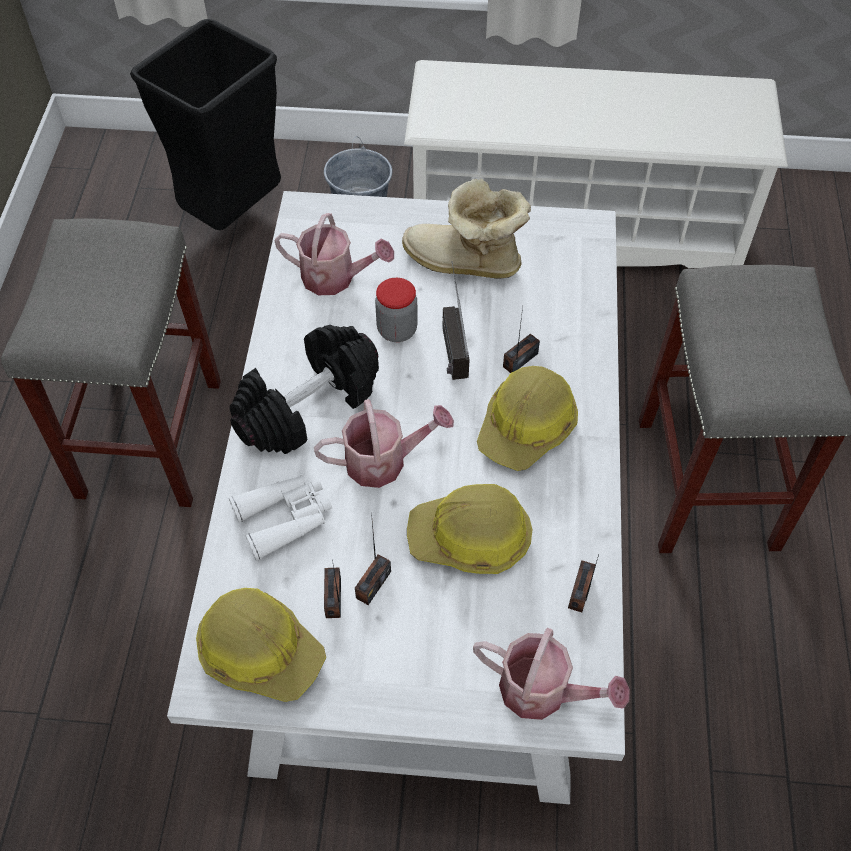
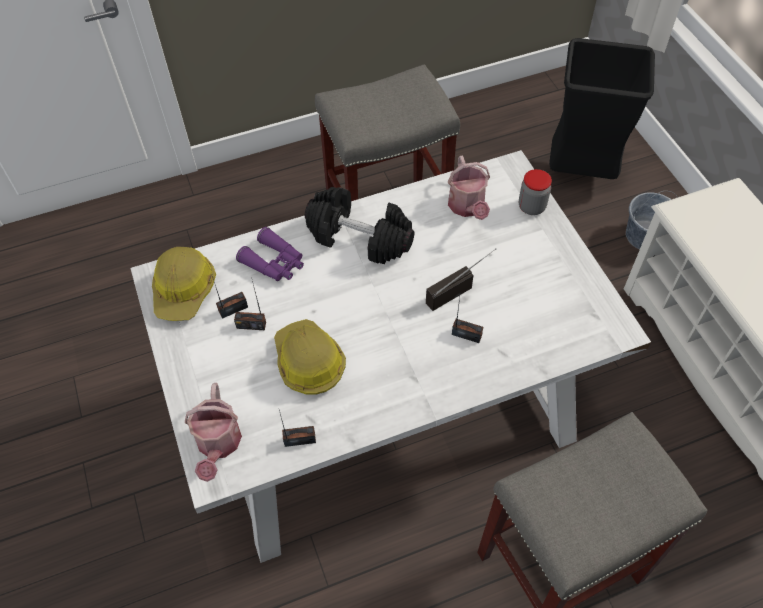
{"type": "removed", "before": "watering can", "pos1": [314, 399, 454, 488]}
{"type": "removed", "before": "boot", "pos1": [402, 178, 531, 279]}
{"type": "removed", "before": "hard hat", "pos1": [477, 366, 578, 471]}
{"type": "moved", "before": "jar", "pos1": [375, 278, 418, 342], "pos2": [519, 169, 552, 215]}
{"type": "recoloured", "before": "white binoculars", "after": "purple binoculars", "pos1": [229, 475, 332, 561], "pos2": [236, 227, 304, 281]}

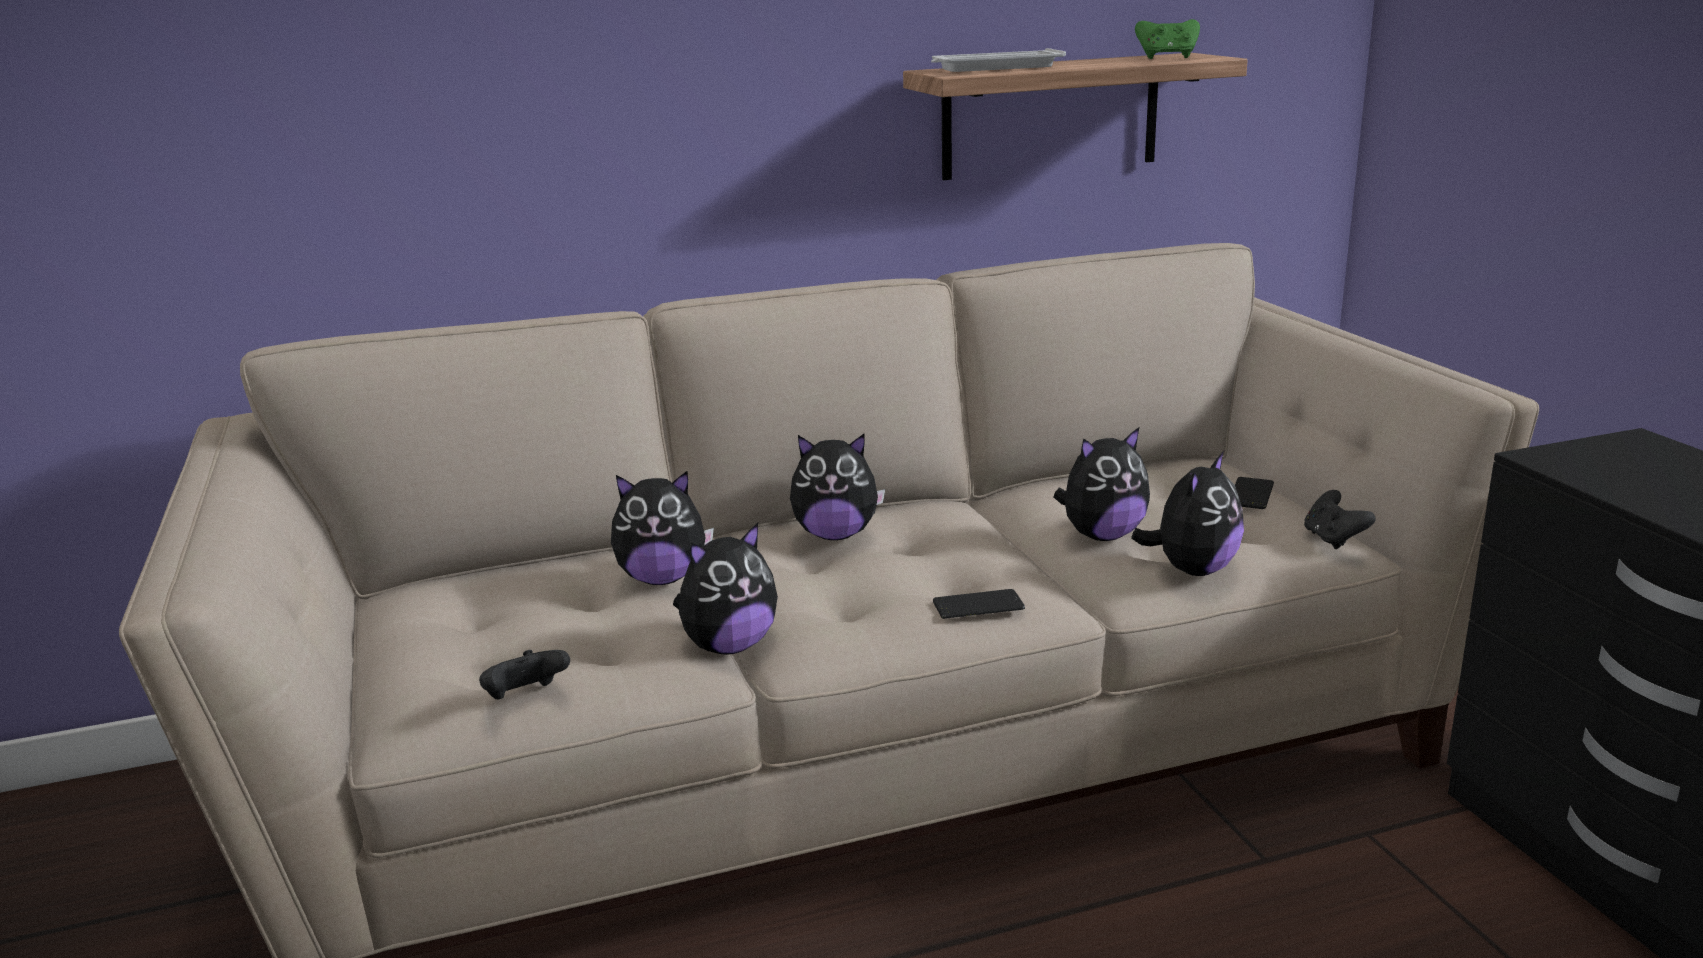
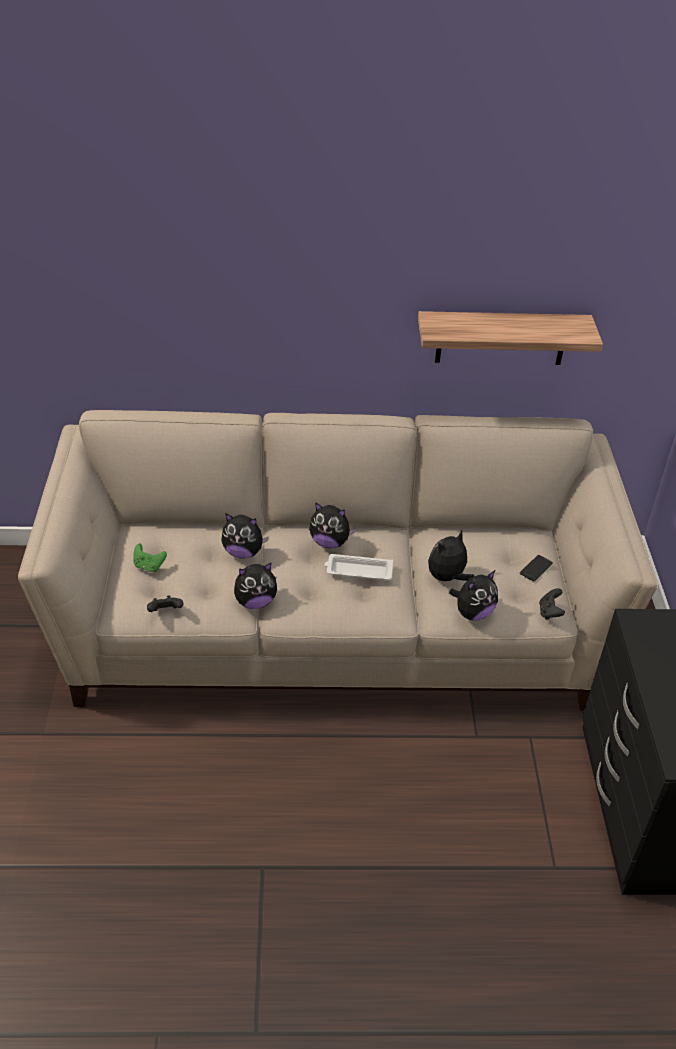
{"type": "removed", "before": "phone", "pos1": [933, 589, 1025, 619]}
{"type": "moved", "before": "white tray", "pos1": [931, 48, 1066, 72], "pos2": [325, 554, 394, 580]}
{"type": "moved", "before": "green game controller", "pos1": [1135, 19, 1200, 59], "pos2": [133, 544, 167, 572]}
{"type": "turned", "before": "plush toy", "pos1": [1054, 427, 1150, 541], "pos2": [428, 531, 474, 581], "turn": 150}

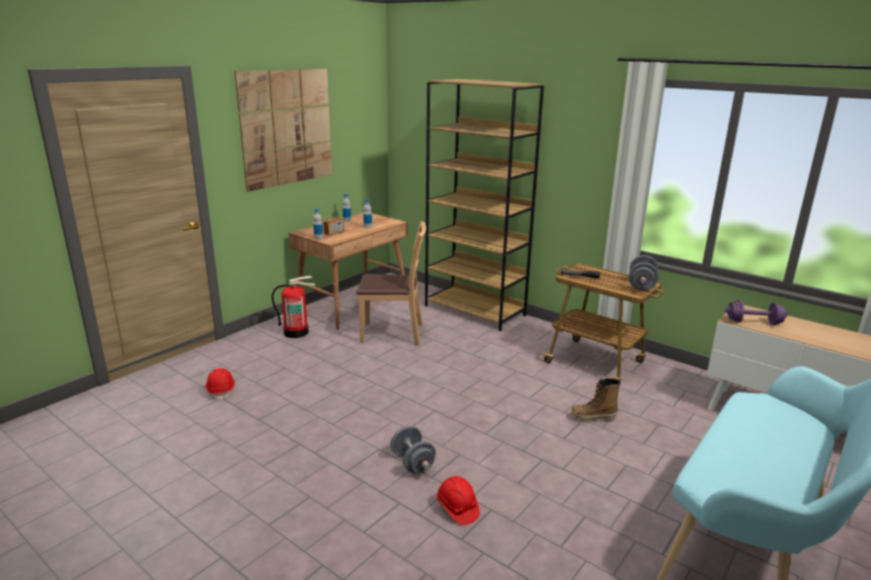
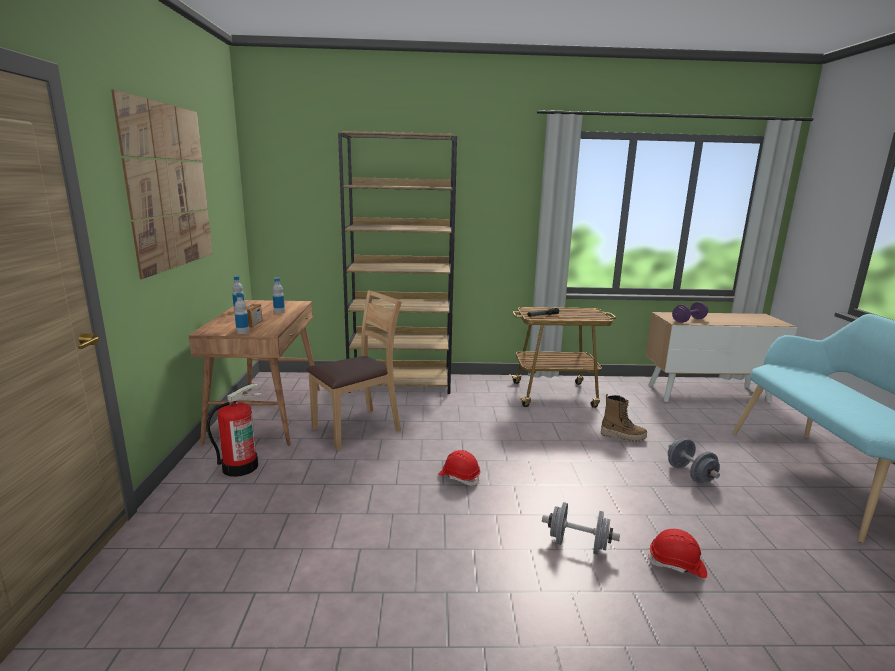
{"type": "moved", "before": "red hard hat", "pos1": [205, 368, 235, 401], "pos2": [438, 450, 481, 486]}
{"type": "moved", "before": "grey dumbbell", "pos1": [629, 255, 659, 290], "pos2": [668, 438, 720, 483]}
{"type": "turned", "before": "boot", "pos1": [571, 378, 621, 422], "pos2": [601, 394, 647, 442], "turn": -120}

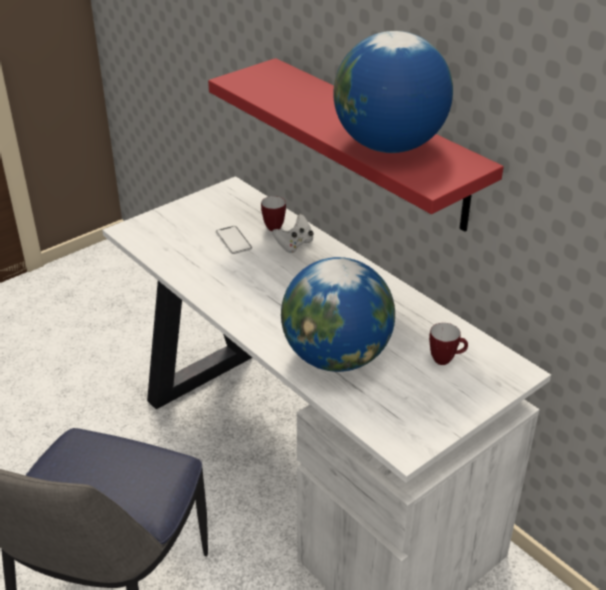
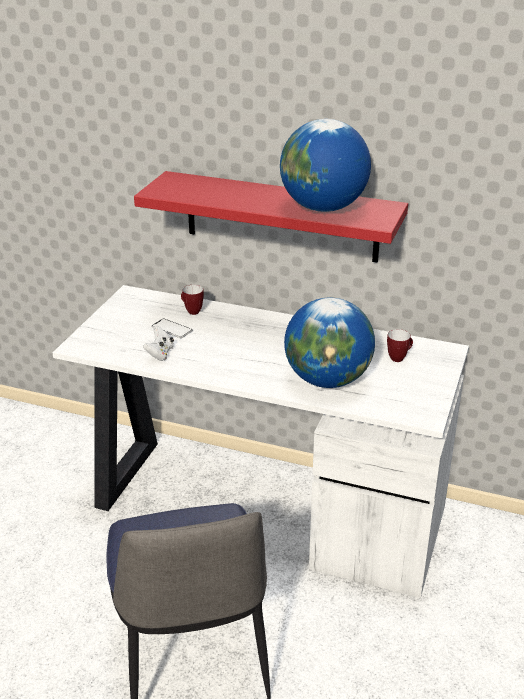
{"type": "moved", "before": "white game controller", "pos1": [272, 214, 313, 253], "pos2": [143, 326, 174, 361]}

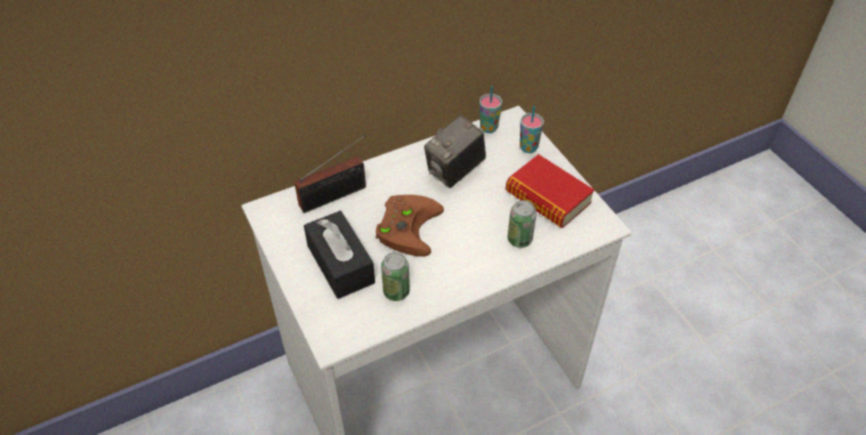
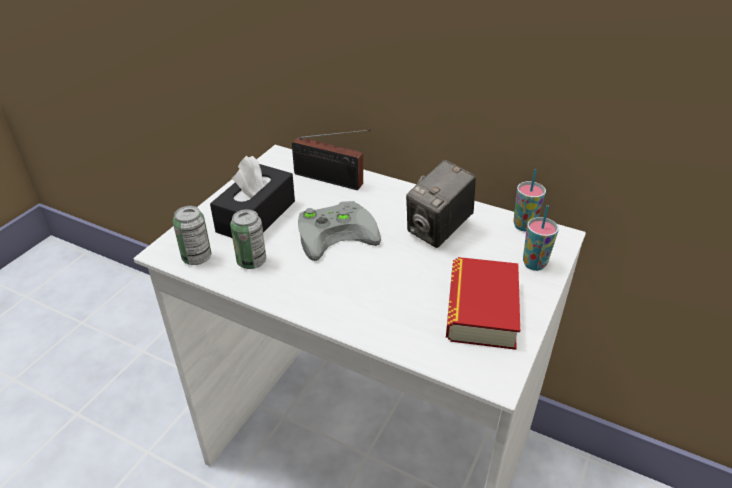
{"type": "moved", "before": "can", "pos1": [508, 200, 537, 248], "pos2": [173, 206, 211, 265]}
{"type": "recoloured", "before": "brown game controller", "after": "grey game controller", "pos1": [376, 195, 444, 257], "pos2": [298, 201, 381, 261]}
{"type": "turned", "before": "photo camera", "pos1": [424, 115, 486, 188], "pos2": [406, 160, 476, 248], "turn": -60}

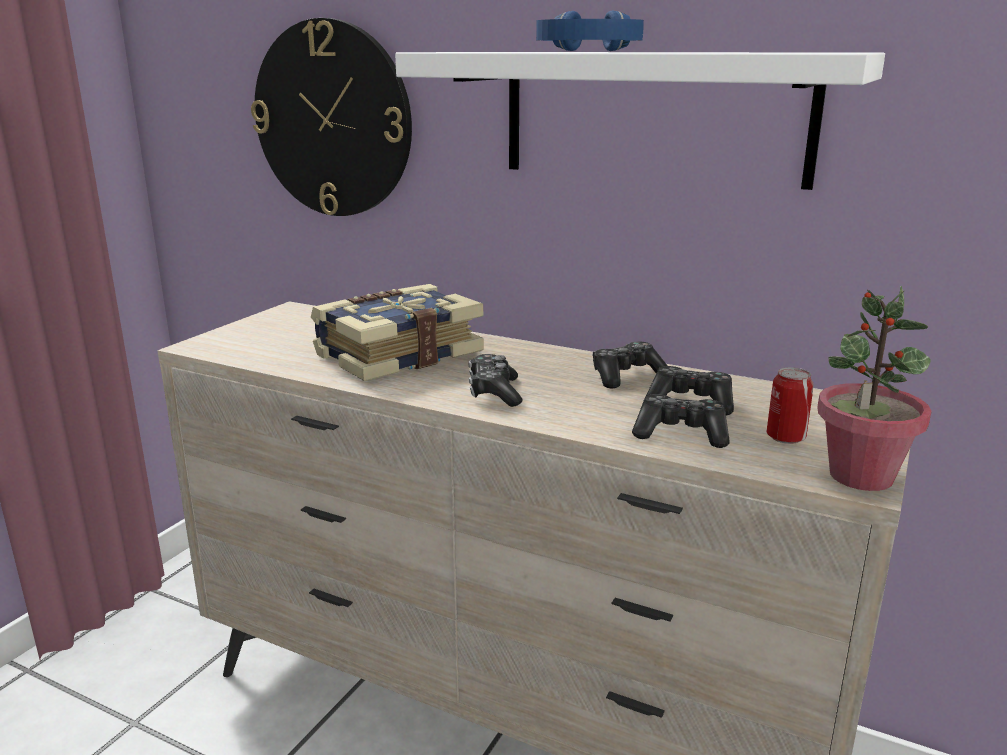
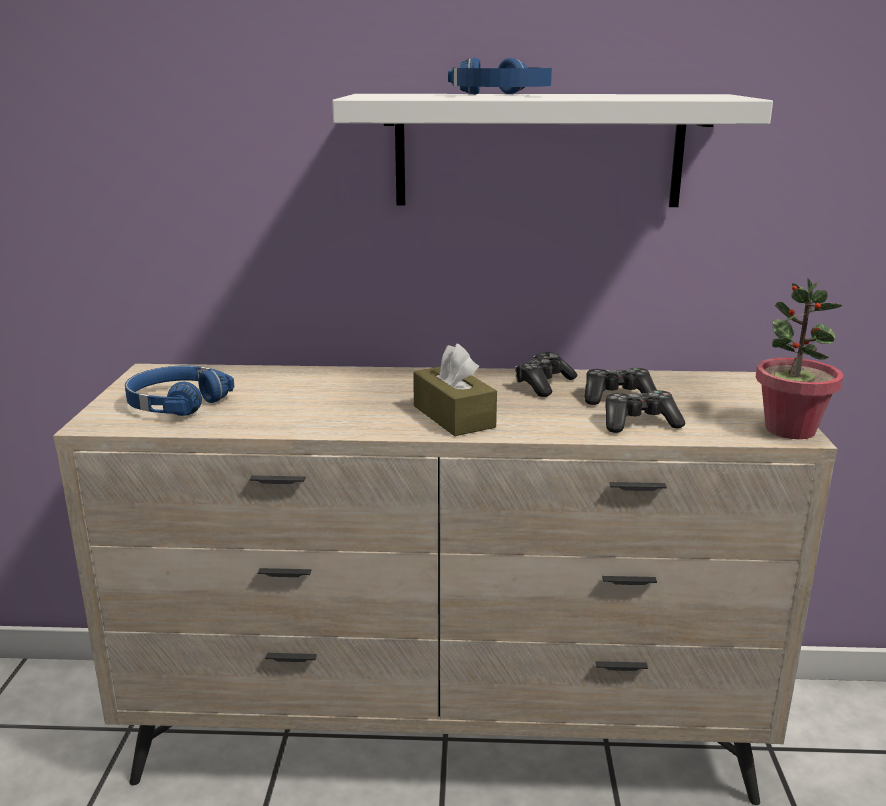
{"type": "removed", "before": "wall clock", "pos1": [251, 18, 412, 216]}
{"type": "removed", "before": "book", "pos1": [311, 284, 484, 381]}
{"type": "removed", "before": "can", "pos1": [767, 367, 814, 444]}
{"type": "added", "after": "blue headphones", "pos2": [125, 365, 234, 416]}
{"type": "replaced", "before": "game controller", "after": "brown tissue box", "pos1": [468, 354, 522, 407], "pos2": [413, 343, 497, 436]}

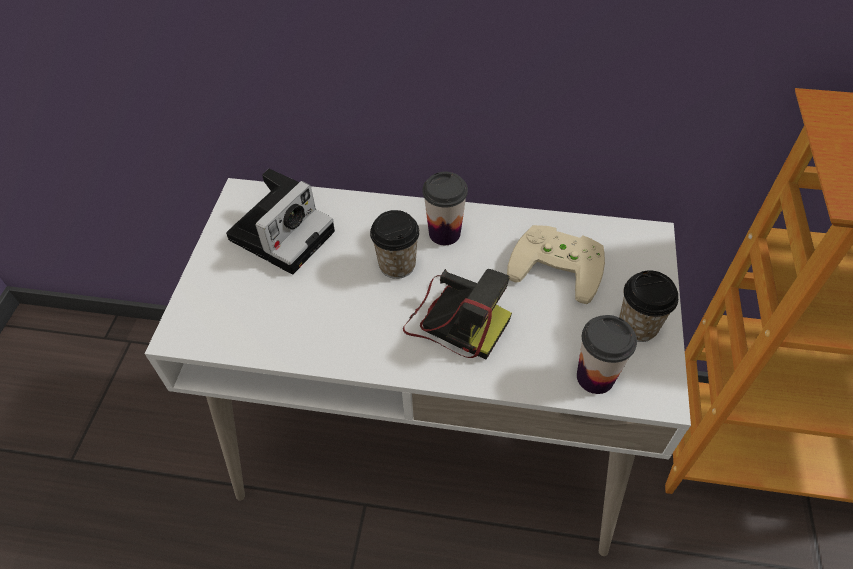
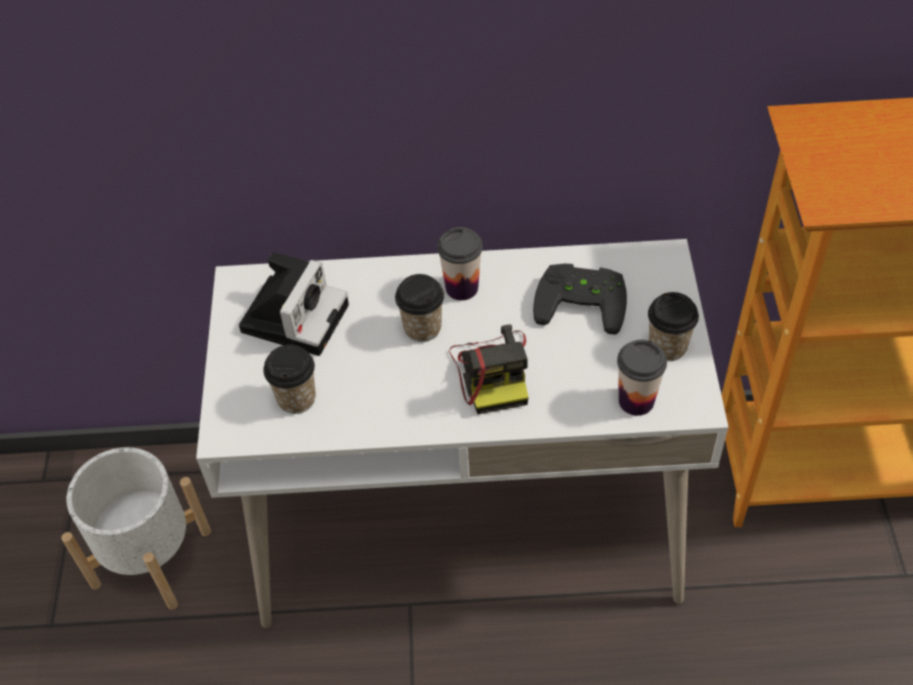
{"type": "added", "after": "white planter", "pos2": [61, 447, 211, 610]}
{"type": "added", "after": "cup", "pos2": [263, 345, 316, 414]}
{"type": "recoloured", "before": "beige game controller", "after": "black game controller", "pos1": [507, 225, 605, 304], "pos2": [533, 264, 627, 335]}
{"type": "turned", "before": "photo camera", "pos1": [403, 269, 512, 359], "pos2": [449, 324, 529, 415], "turn": 60}

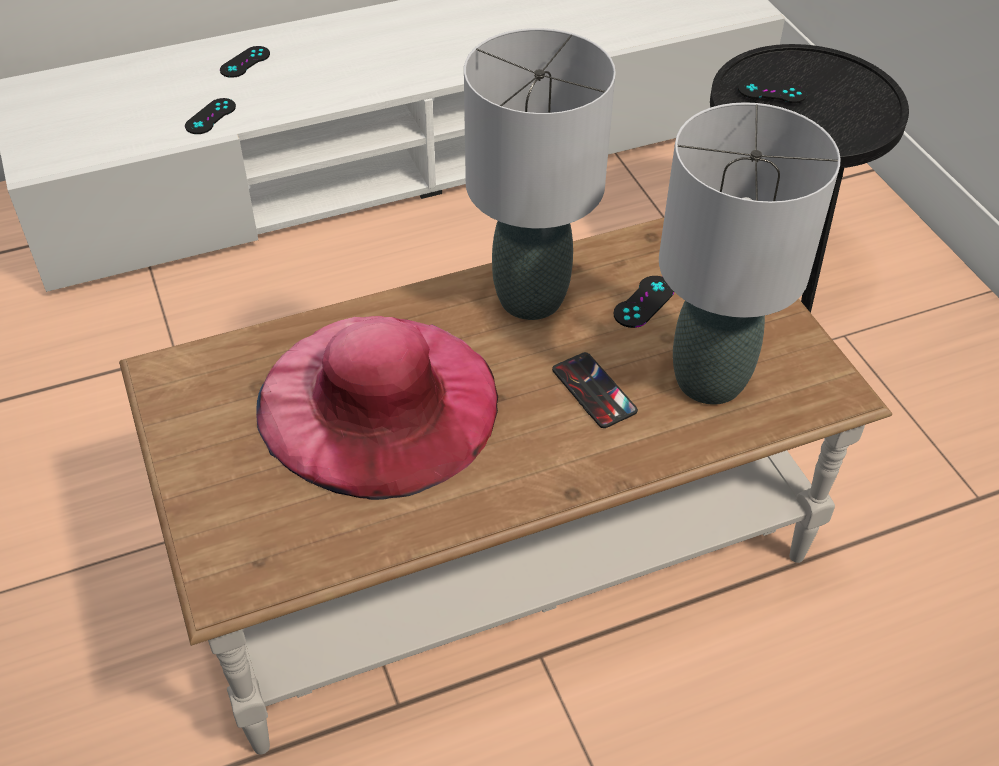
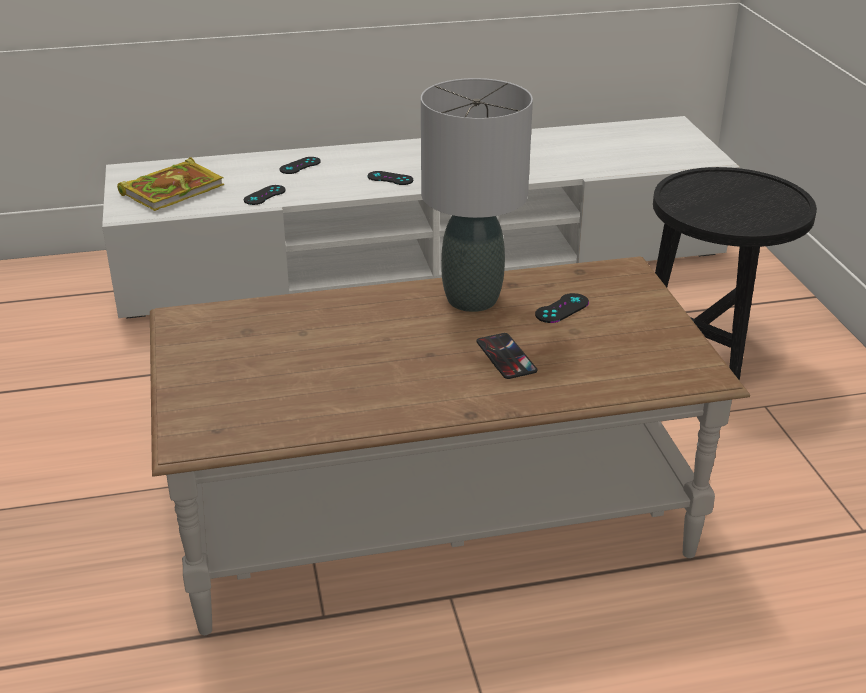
{"type": "removed", "before": "pink hat", "pos1": [256, 316, 498, 500]}
{"type": "removed", "before": "grey table lamp", "pos1": [659, 102, 841, 405]}
{"type": "added", "after": "book", "pos2": [117, 157, 224, 211]}
{"type": "moved", "before": "black game controller", "pos1": [738, 80, 807, 103], "pos2": [368, 171, 413, 185]}

